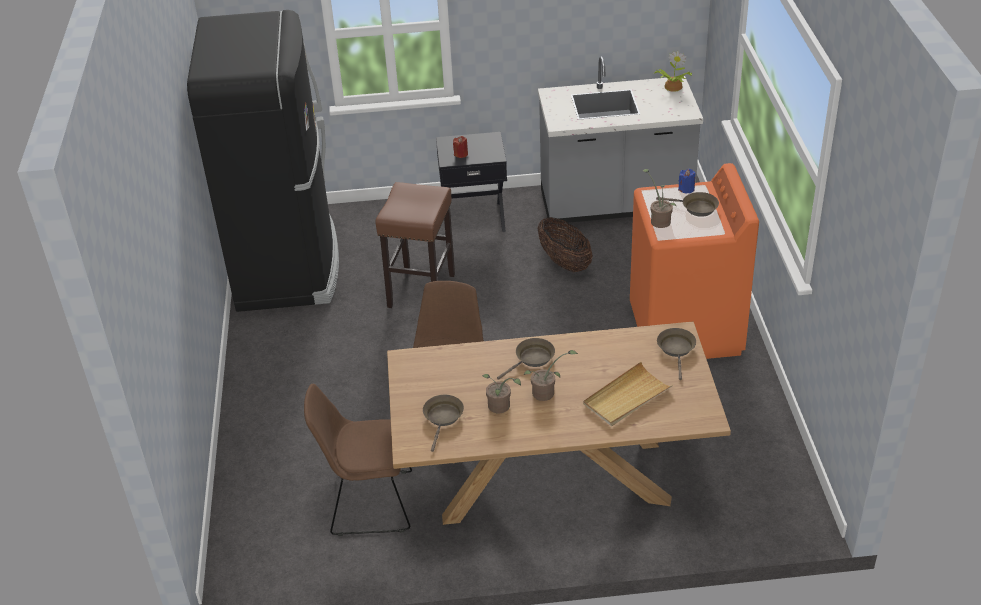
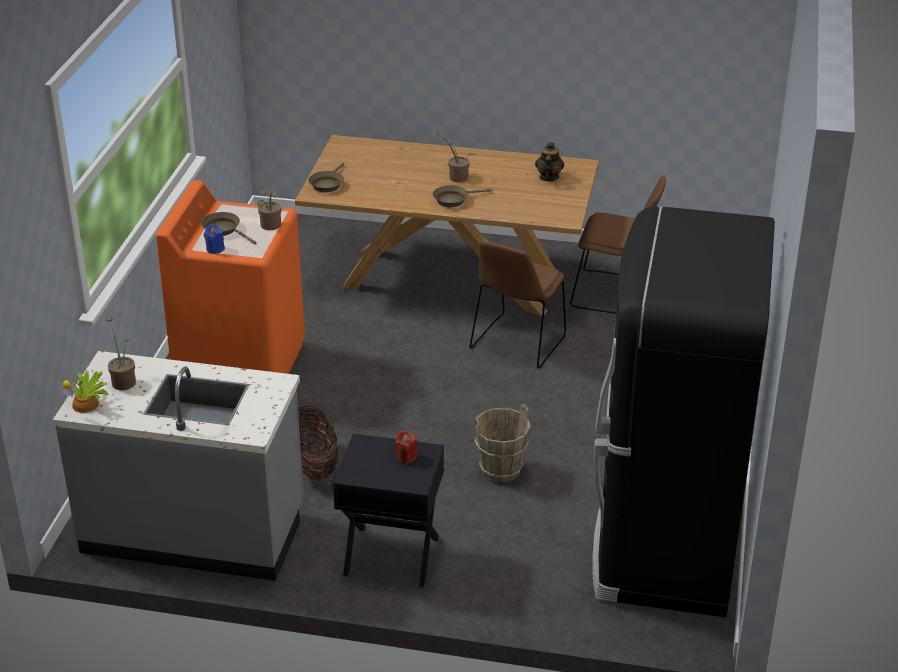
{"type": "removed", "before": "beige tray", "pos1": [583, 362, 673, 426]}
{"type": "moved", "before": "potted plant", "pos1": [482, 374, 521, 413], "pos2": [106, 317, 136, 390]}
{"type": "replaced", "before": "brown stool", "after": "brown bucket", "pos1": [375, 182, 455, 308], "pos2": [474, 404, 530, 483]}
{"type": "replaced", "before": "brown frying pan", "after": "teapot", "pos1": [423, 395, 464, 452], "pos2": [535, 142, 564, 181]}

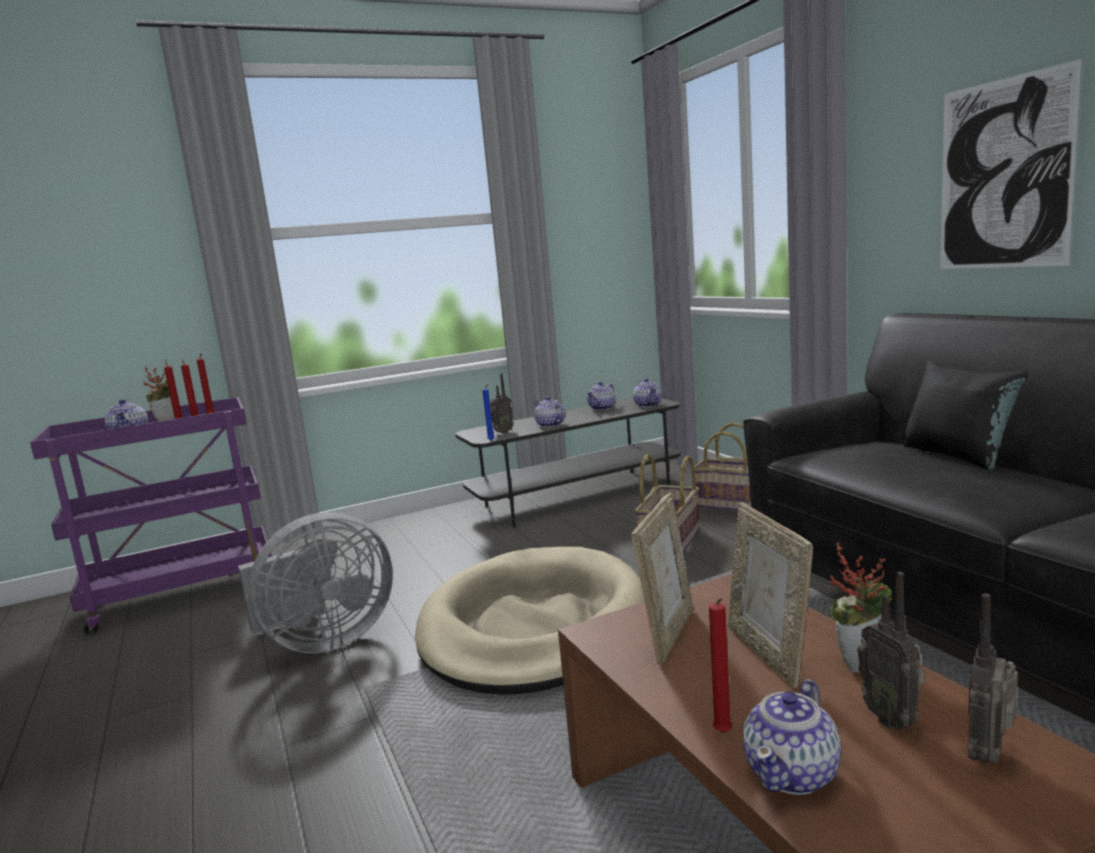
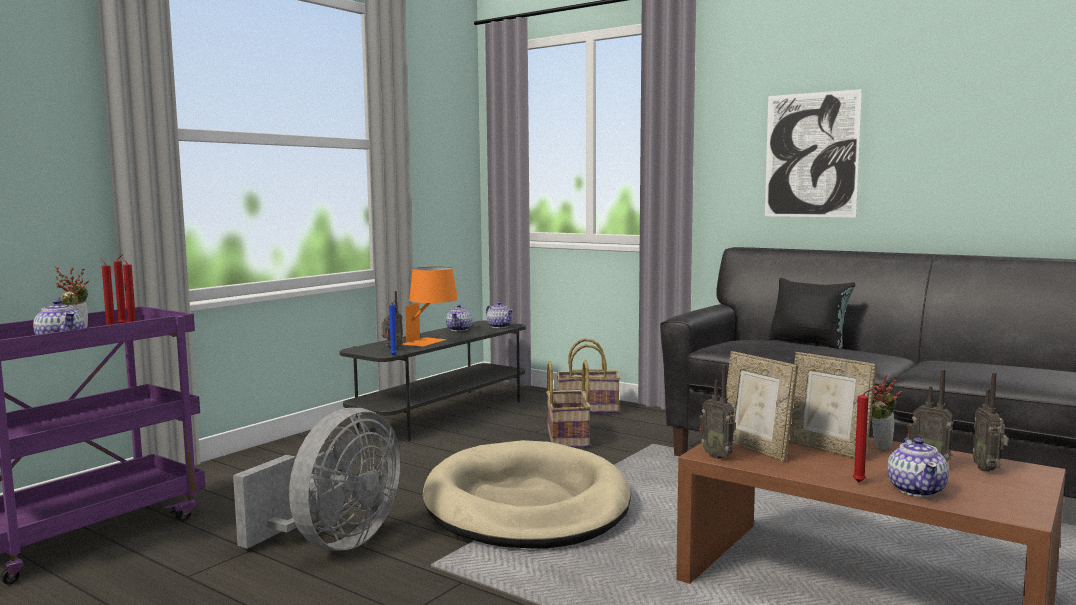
{"type": "added", "after": "radio", "pos2": [699, 364, 736, 459]}
{"type": "replaced", "before": "teapot", "after": "orange table lamp", "pos1": [533, 396, 565, 428], "pos2": [402, 267, 458, 347]}
{"type": "turned", "before": "picture frame", "pos1": [631, 493, 693, 665], "pos2": [726, 351, 798, 462], "turn": 150}

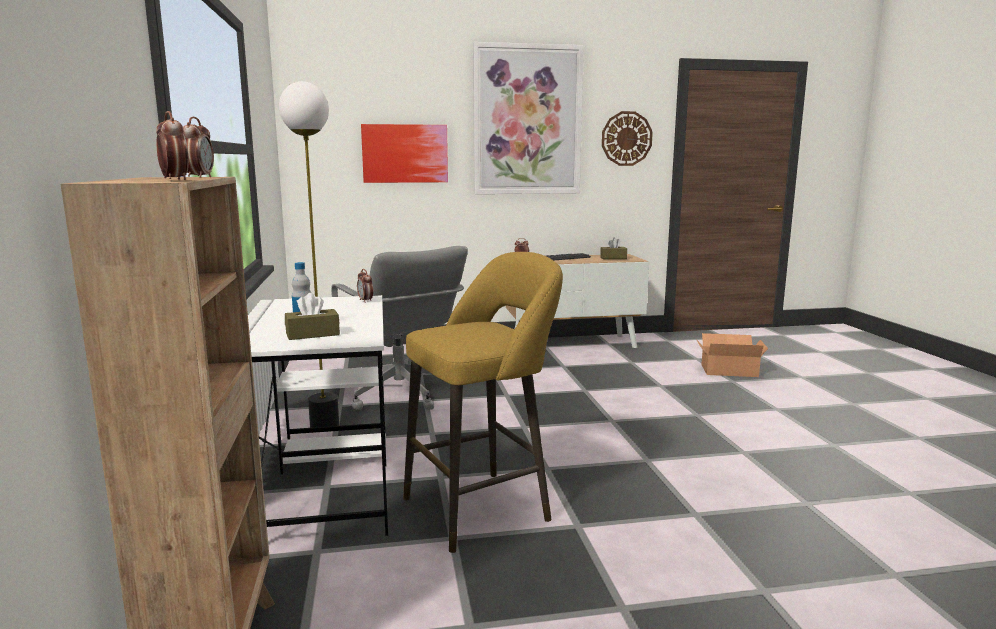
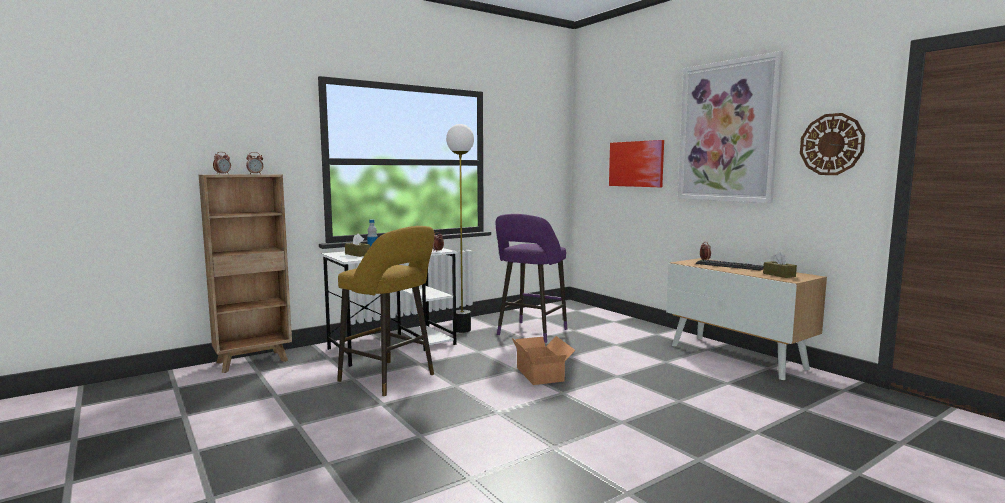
{"type": "moved", "before": "cardboard box", "pos1": [696, 333, 768, 377], "pos2": [511, 336, 575, 385]}
{"type": "replaced", "before": "grey office chair", "after": "purple stool", "pos1": [331, 246, 468, 410], "pos2": [496, 214, 567, 343]}

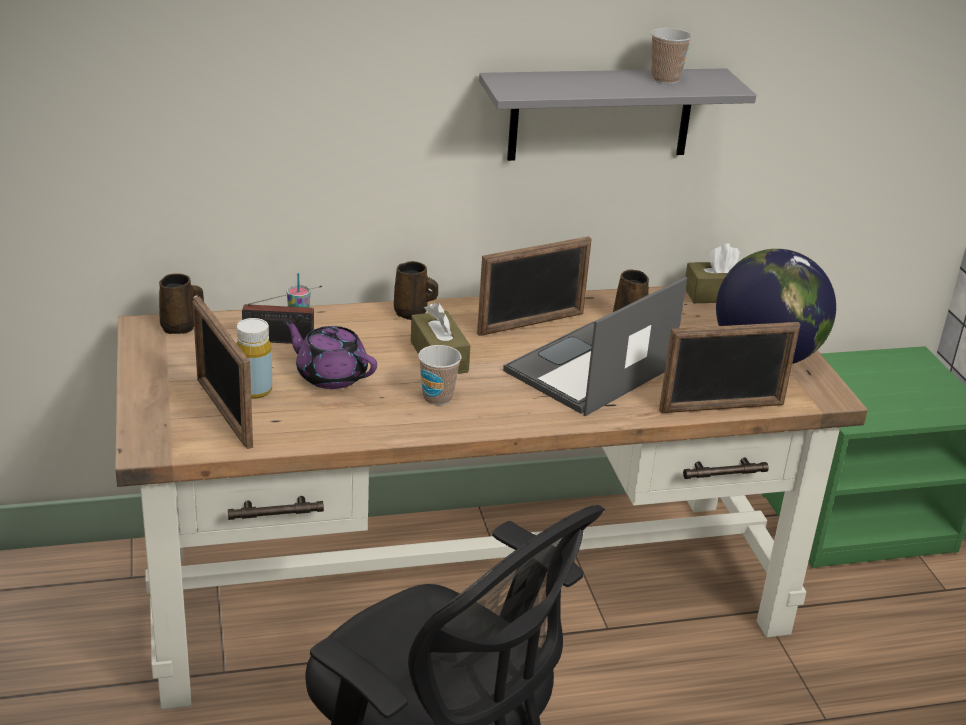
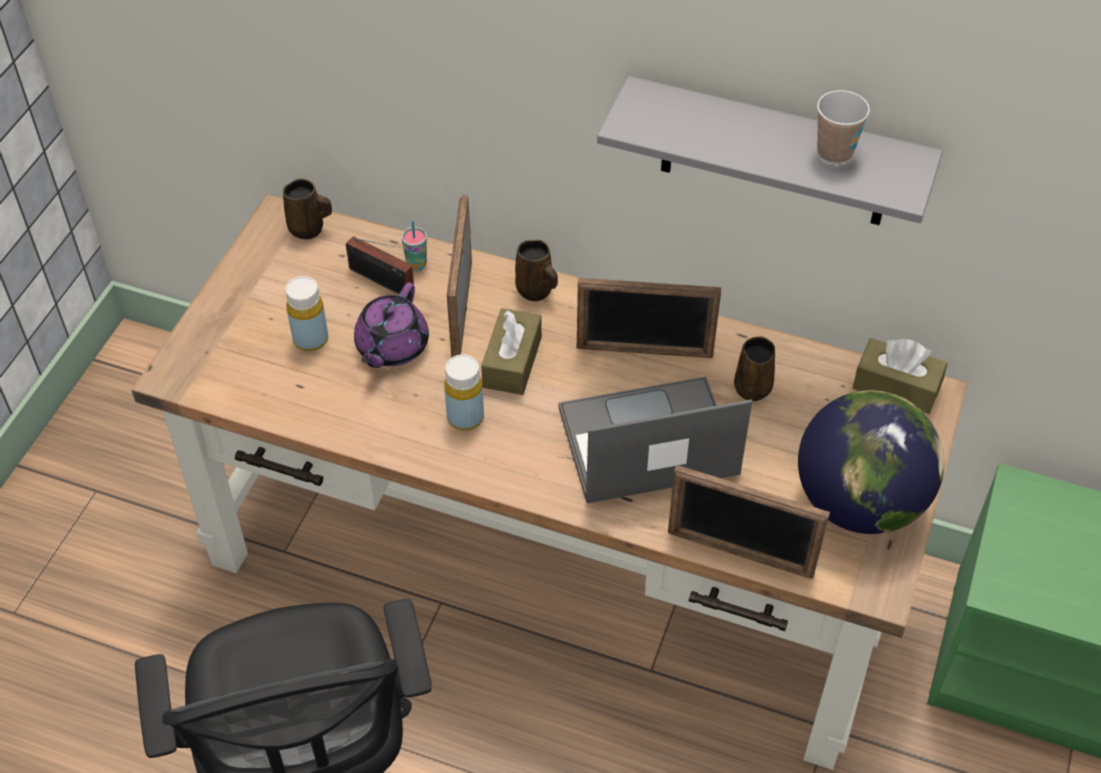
{"type": "moved", "before": "picture frame", "pos1": [193, 296, 253, 449], "pos2": [447, 195, 472, 357]}
{"type": "replaced", "before": "cup", "after": "yellow bottle", "pos1": [418, 345, 461, 405], "pos2": [444, 354, 484, 430]}
{"type": "turned", "before": "purple teapot", "pos1": [283, 320, 377, 389], "pos2": [354, 282, 429, 368], "turn": -135}

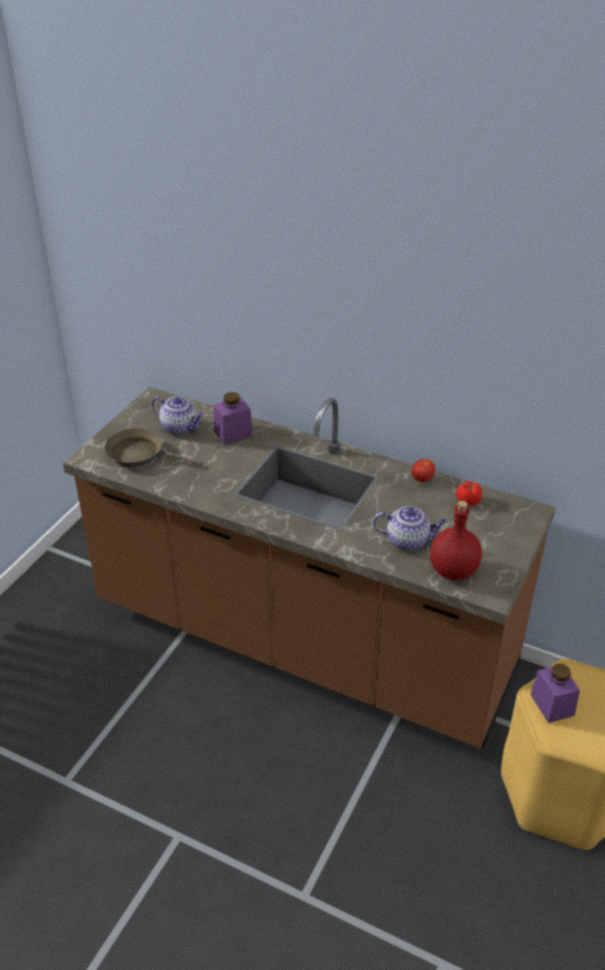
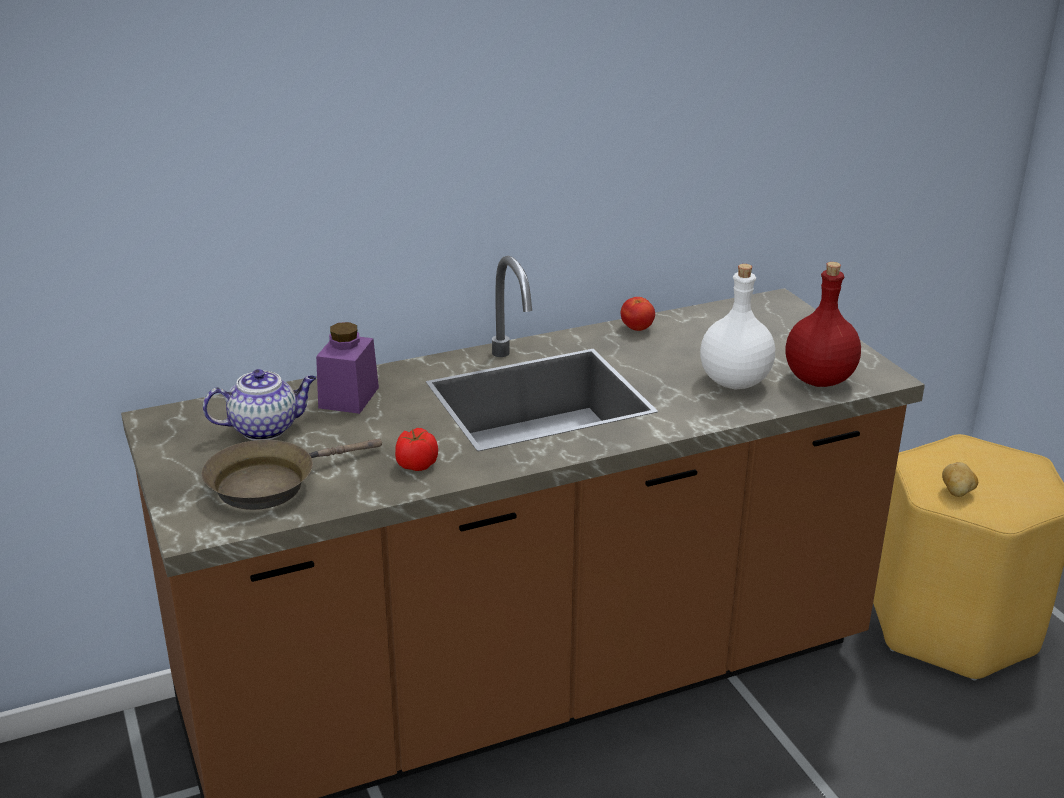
{"type": "moved", "before": "tomato", "pos1": [456, 481, 482, 506], "pos2": [395, 428, 438, 471]}
{"type": "replaced", "before": "teapot", "after": "white bottle", "pos1": [373, 506, 446, 551], "pos2": [700, 264, 775, 390]}
{"type": "replaced", "before": "purple jar", "after": "potato", "pos1": [530, 664, 580, 723], "pos2": [942, 462, 978, 497]}

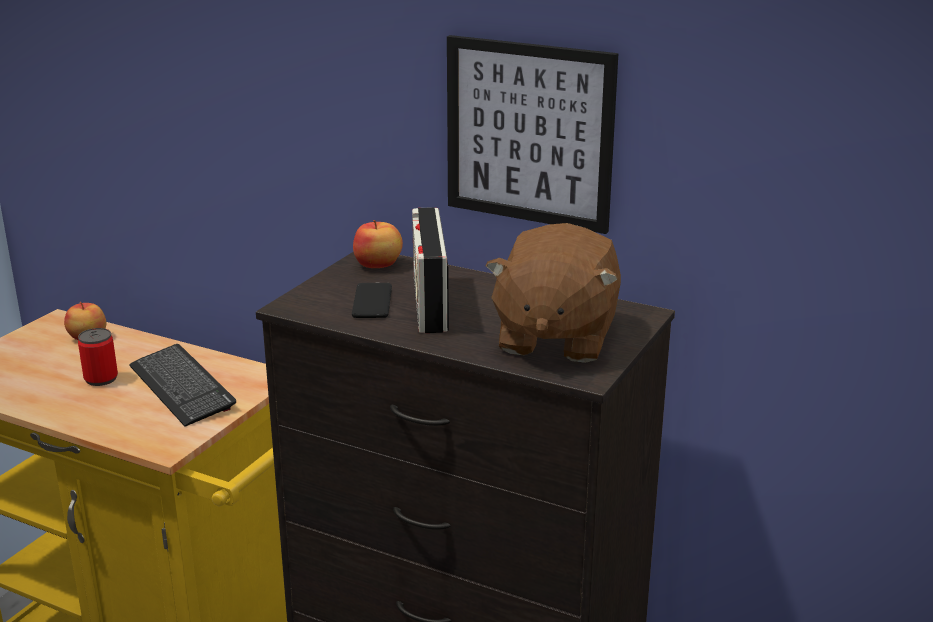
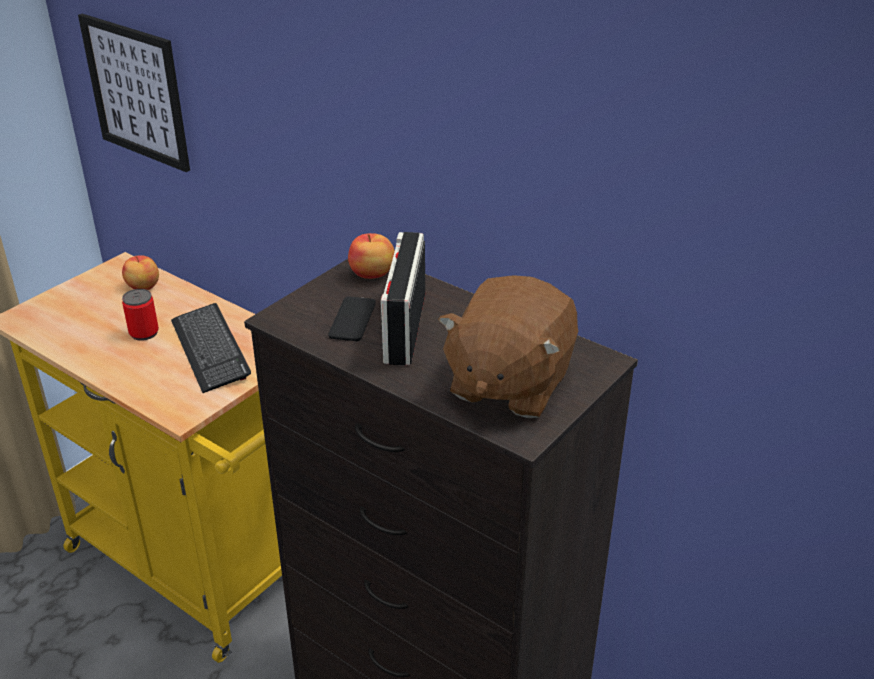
{"type": "moved", "before": "picture", "pos1": [447, 35, 618, 234], "pos2": [78, 14, 190, 172]}

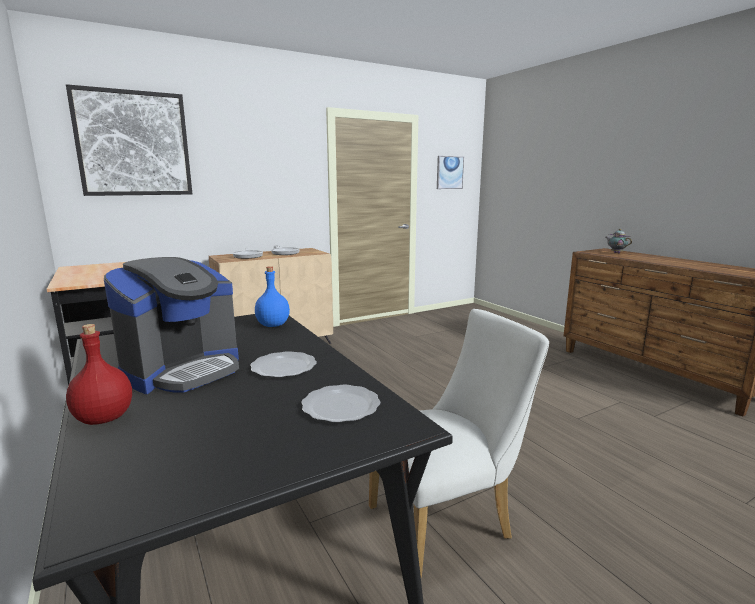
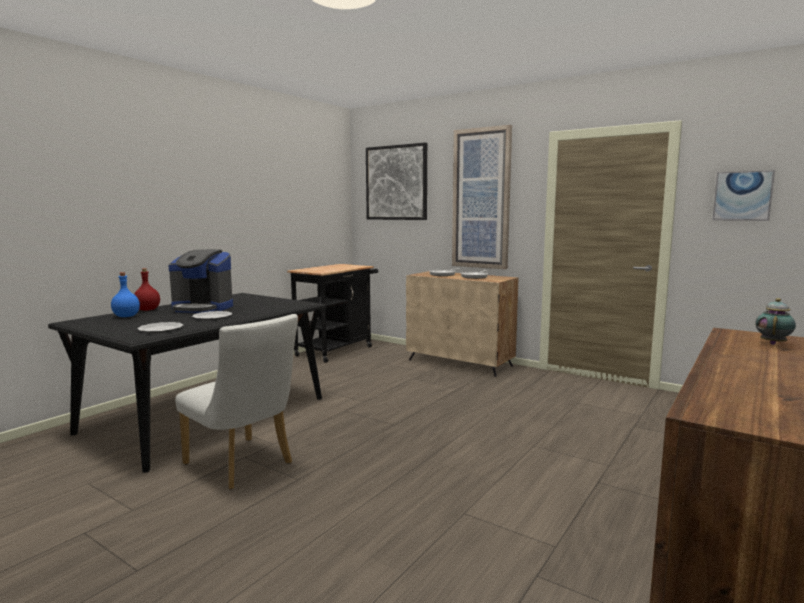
{"type": "added", "after": "picture", "pos2": [452, 125, 512, 269]}
{"type": "moved", "before": "blue bottle", "pos1": [255, 266, 290, 327], "pos2": [111, 272, 140, 317]}

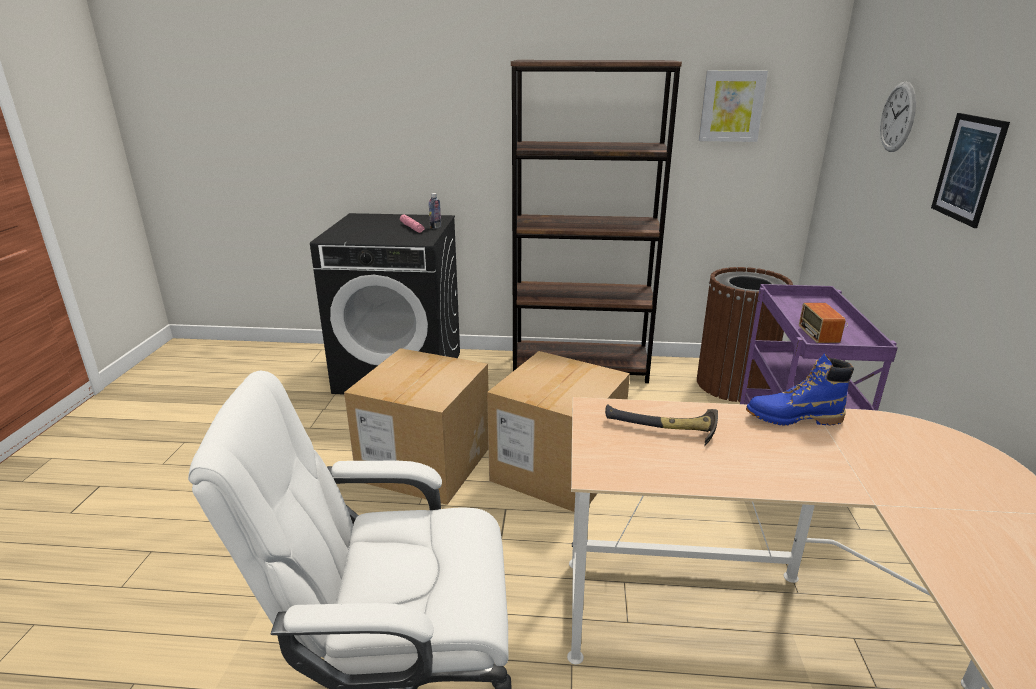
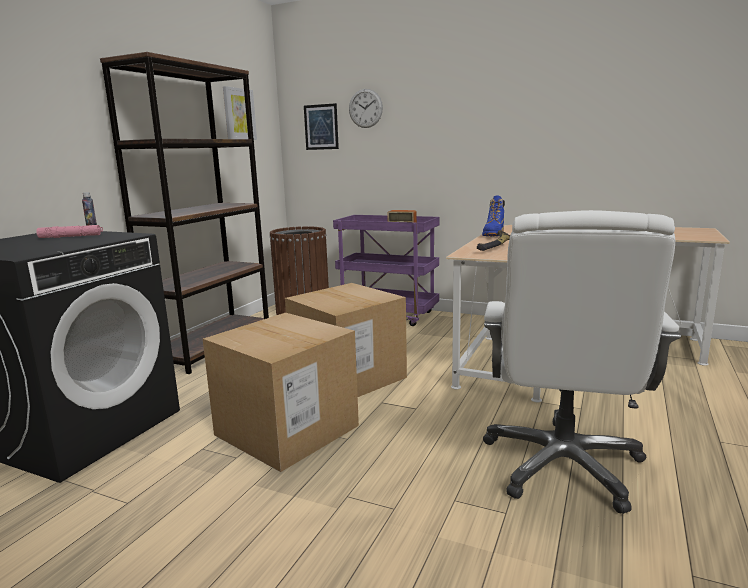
{"type": "moved", "before": "picture", "pos1": [931, 113, 1010, 228], "pos2": [304, 103, 339, 150]}

